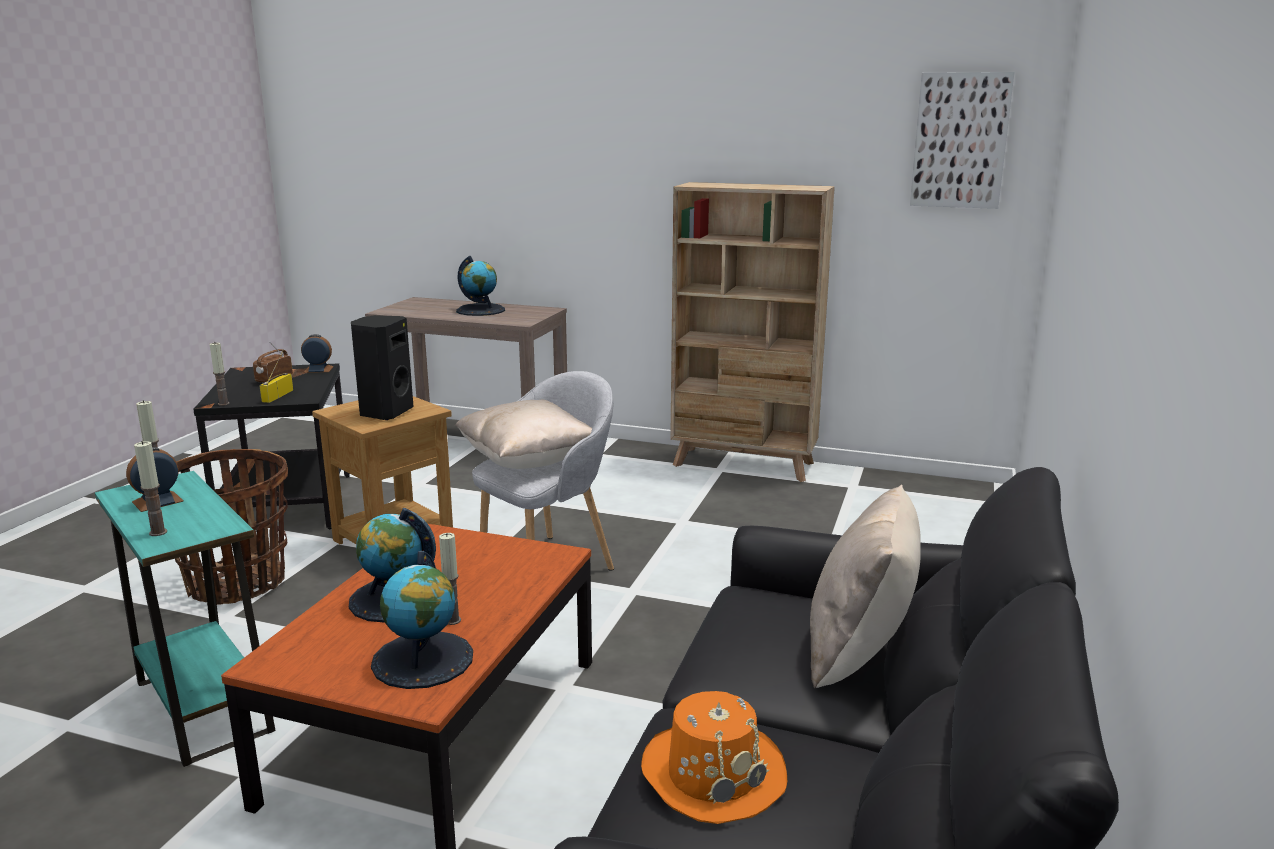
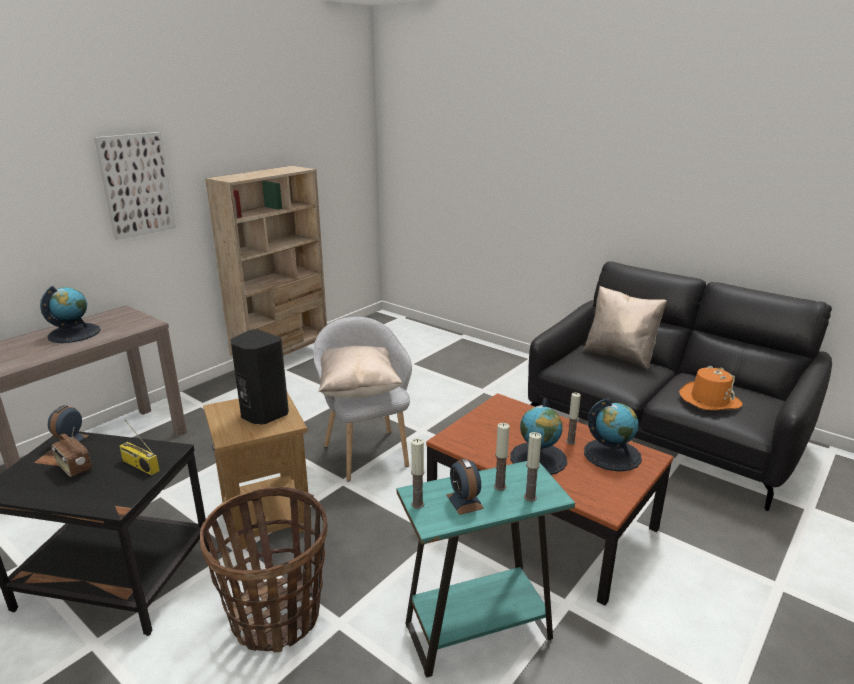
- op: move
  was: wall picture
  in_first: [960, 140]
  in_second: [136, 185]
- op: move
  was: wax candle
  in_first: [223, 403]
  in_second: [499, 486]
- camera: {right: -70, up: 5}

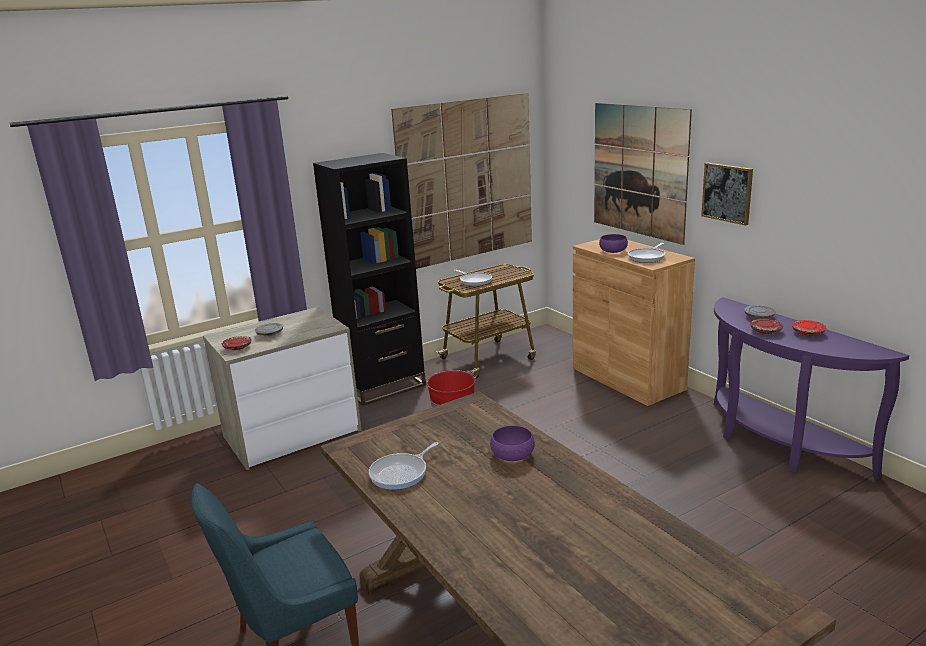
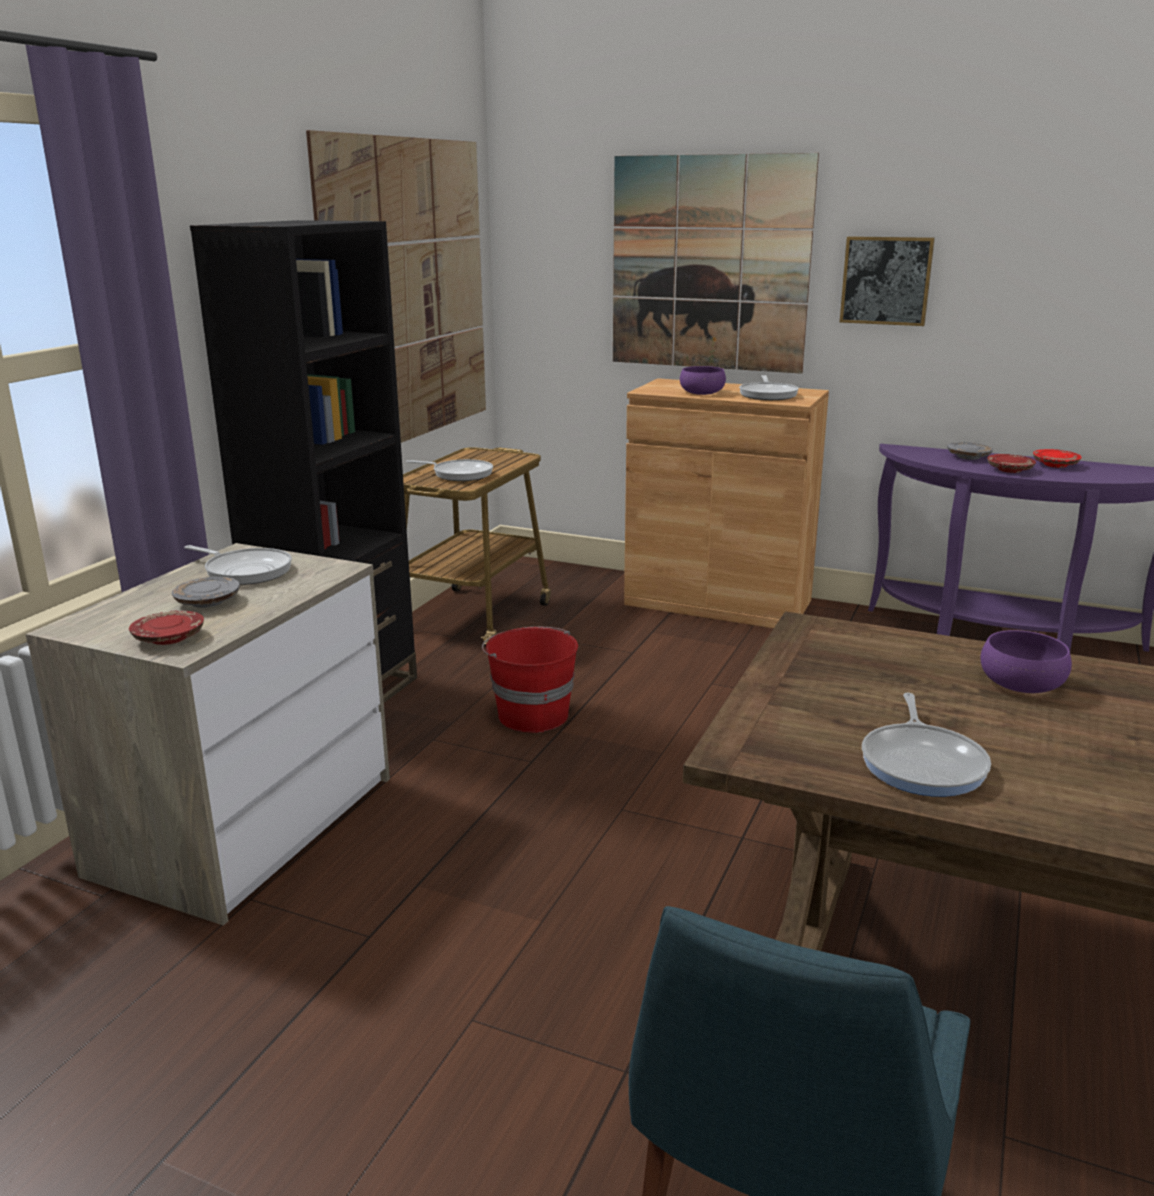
- op: insert
  now: skillet
  in_second: [245, 571]
- camera: {right: -35, up: 0}

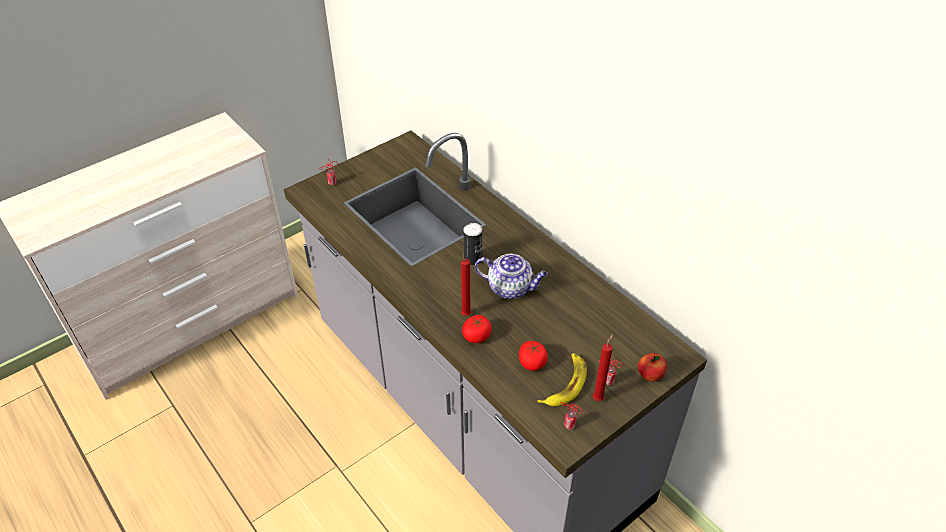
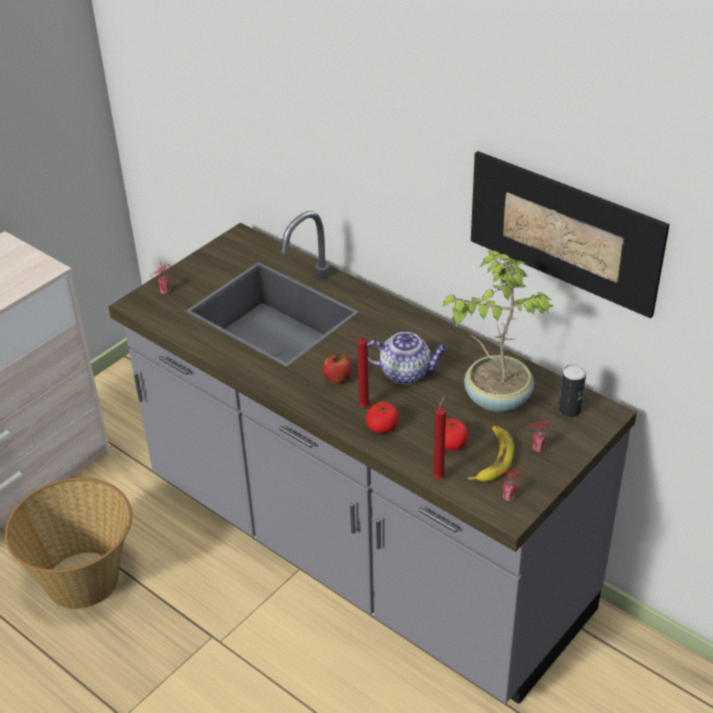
- op: move
  was: metal can
  in_first: [473, 259]
  in_second: [569, 410]
- op: move
  was: reddish wax candle
  in_first: [598, 398]
  in_second: [439, 477]
- op: move
  was: apple fruit
  in_first: [649, 375]
  in_second: [337, 379]
- op: insert
  now: wall picture
  in_second: [564, 232]
- op: insert
  now: houseplant
  in_second: [496, 398]
- op: insert
  now: storage basket
  in_second: [84, 579]
- camera: {right: -10, up: -5}

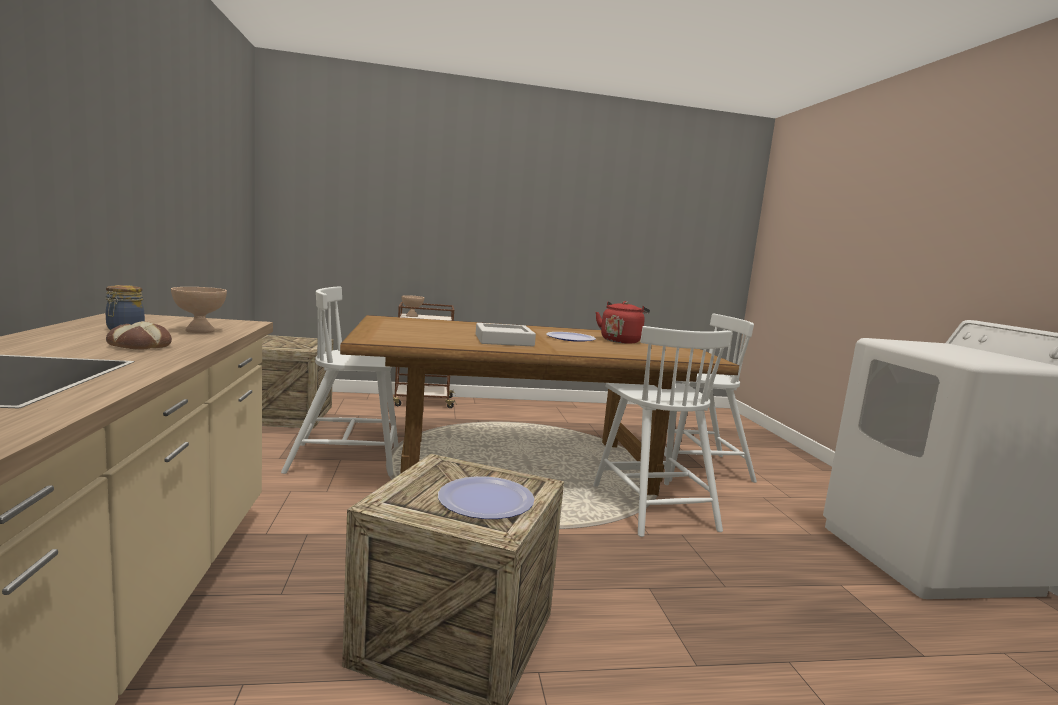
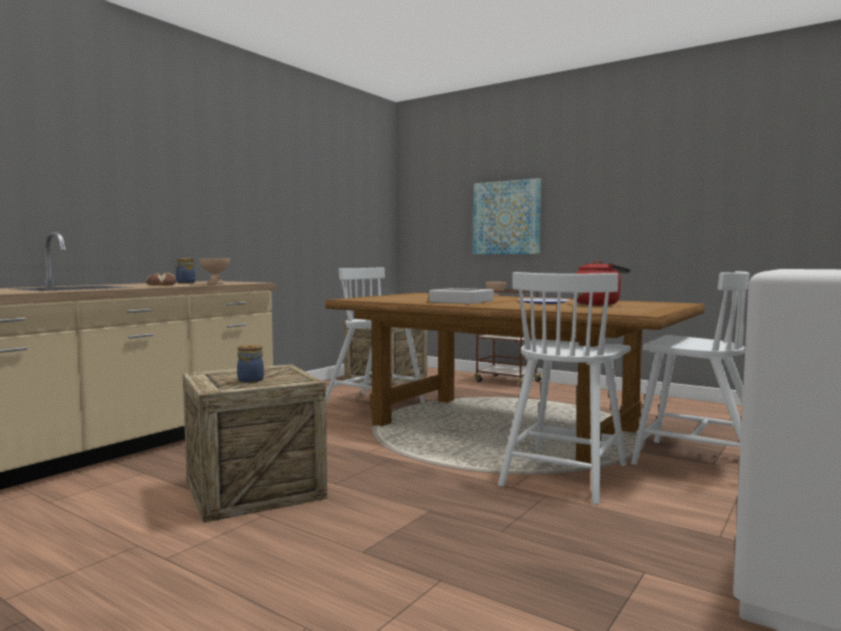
- op: replace
  was: dinner plate
  now: preserve jar
  in_first: [485, 500]
  in_second: [251, 380]
- op: insert
  now: wall picture
  in_second: [507, 217]
- camera: {right: 45, up: -5}

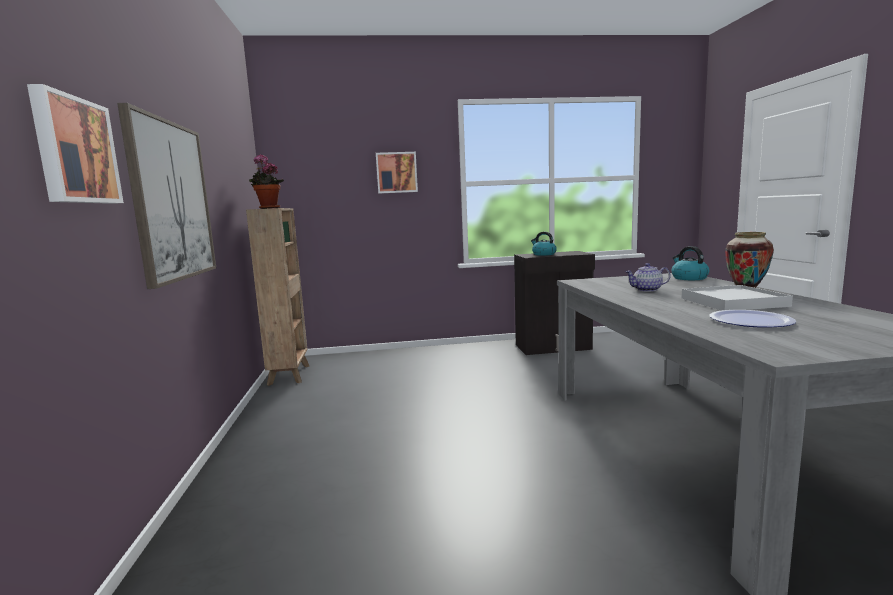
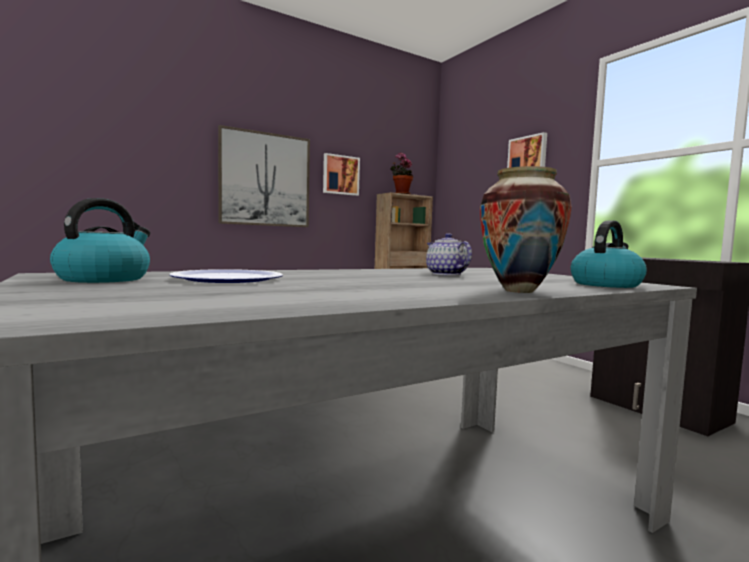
- op: move
  was: wall picture
  in_first: [74, 151]
  in_second: [340, 175]
- op: move
  was: water kettle
  in_first: [543, 254]
  in_second: [104, 279]
- op: delete
  was: white-coloured tray
  in_first: [733, 302]
- camera: {right: 65, up: -5}

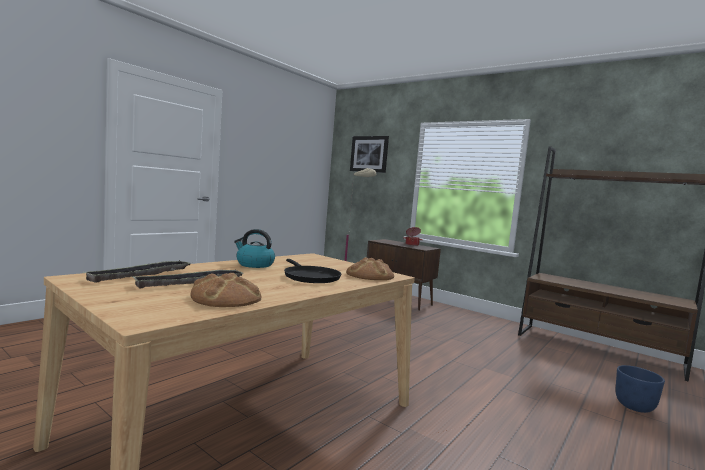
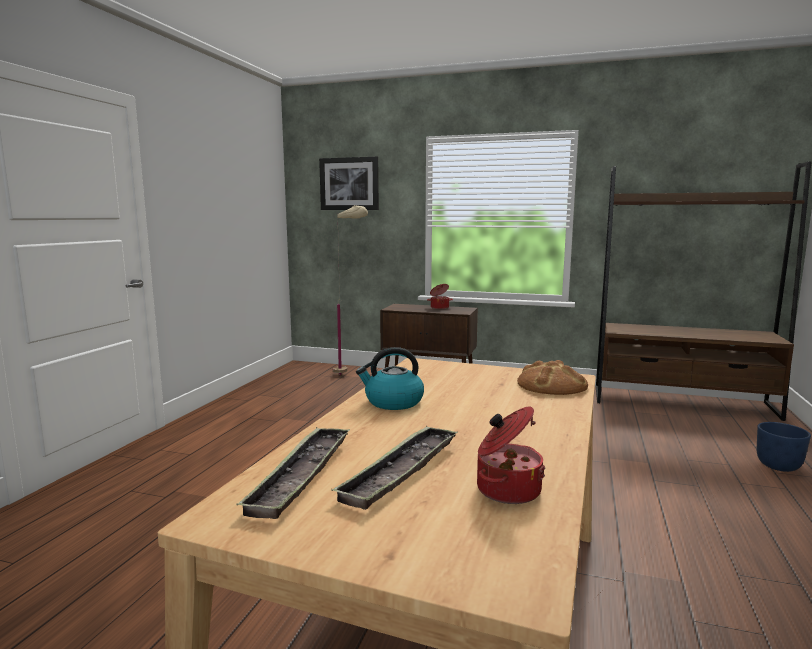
- op: delete
  was: blackish skillet
  in_first: [310, 277]
- op: replace
  was: bakery bread
  now: saucepot
  in_first: [225, 298]
  in_second: [506, 489]
- camera: {right: -20, up: 5}

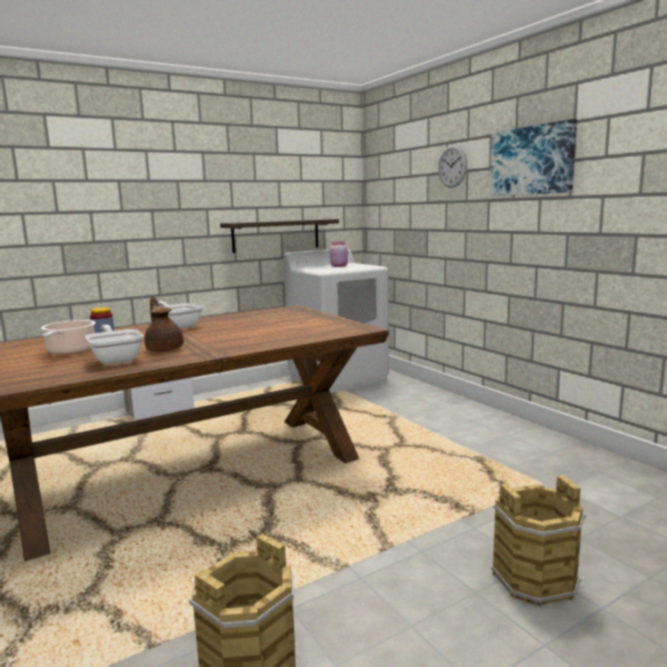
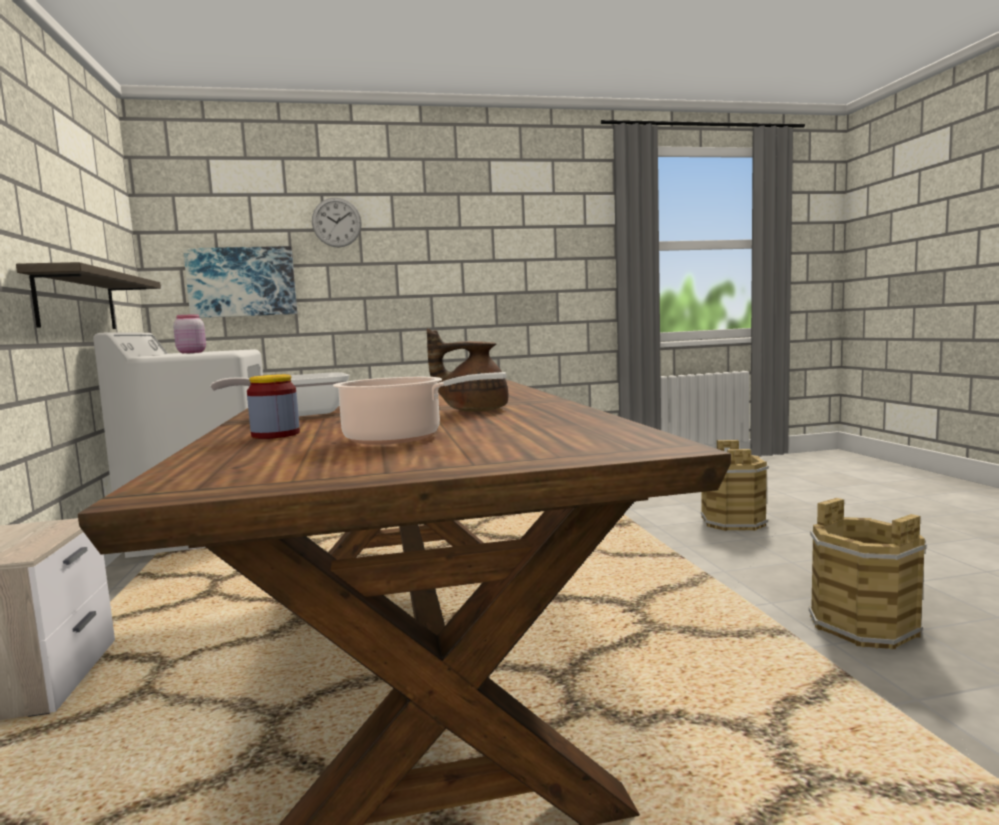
- op: move
  was: wall picture
  in_first: [532, 160]
  in_second: [242, 282]
- op: delete
  was: skillet
  in_first: [116, 359]
- camera: {right: -70, up: -5}

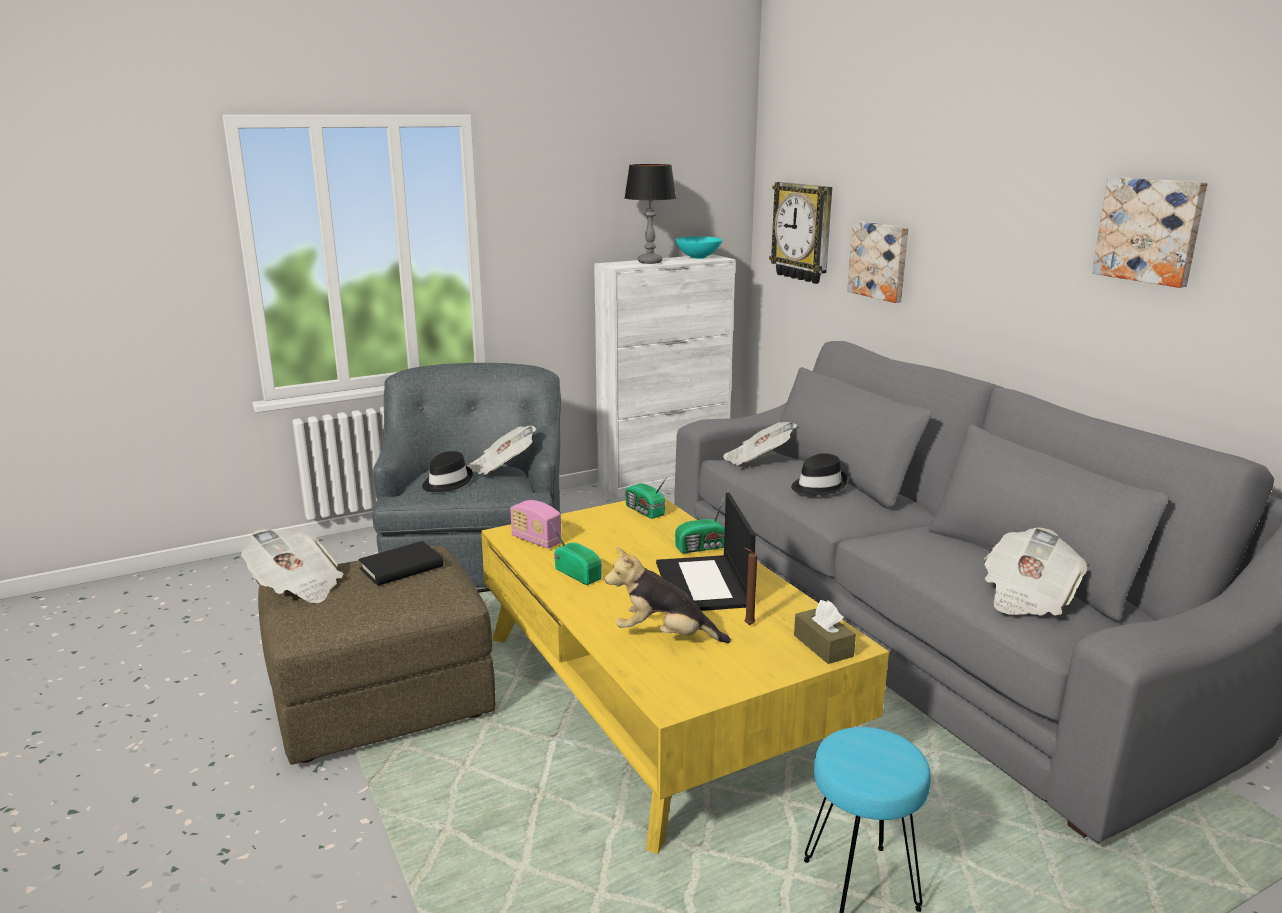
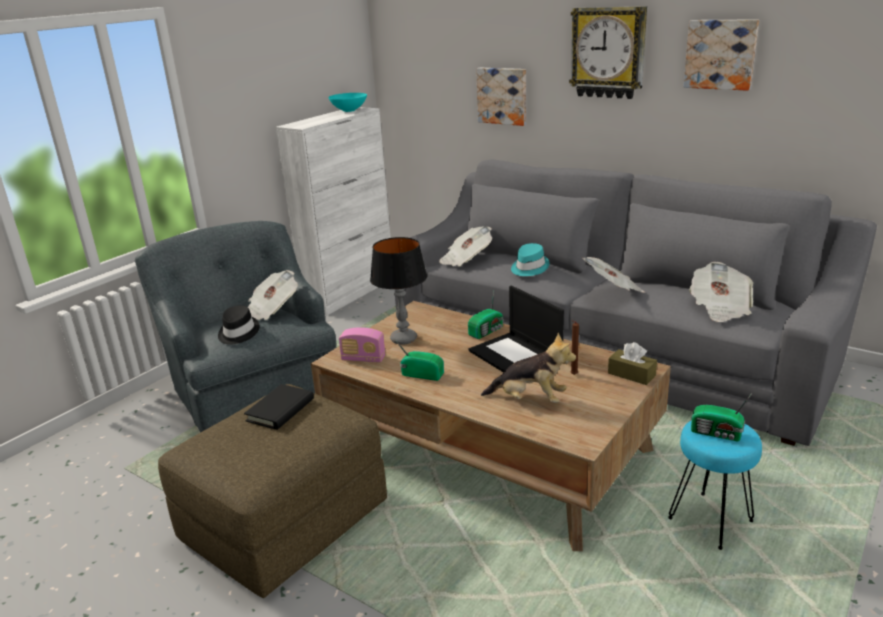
- op: move
  was: table lamp
  in_first: [649, 262]
  in_second: [403, 339]
- op: move
  was: hanging clock
  in_first: [803, 232]
  in_second: [608, 53]
- op: recolor
  was: blackish clothing hat
  now: blue-green clothing hat
  in_first: [818, 485]
  in_second: [529, 268]
- op: move
  was: radio receiver
  in_first: [645, 511]
  in_second: [717, 433]
- op: recolor
  was: yellow-coloured lounge table
  now: brown-coloured lounge table
  in_first: [658, 698]
  in_second: [488, 449]
- op: move
  was: daily paper
  in_first: [297, 587]
  in_second: [613, 290]
- op: rotate
  was: cuddly toy
  in_first: [664, 636]
  in_second: [529, 399]
  clockwise: -150
- camera: {right: -25, up: 5}

